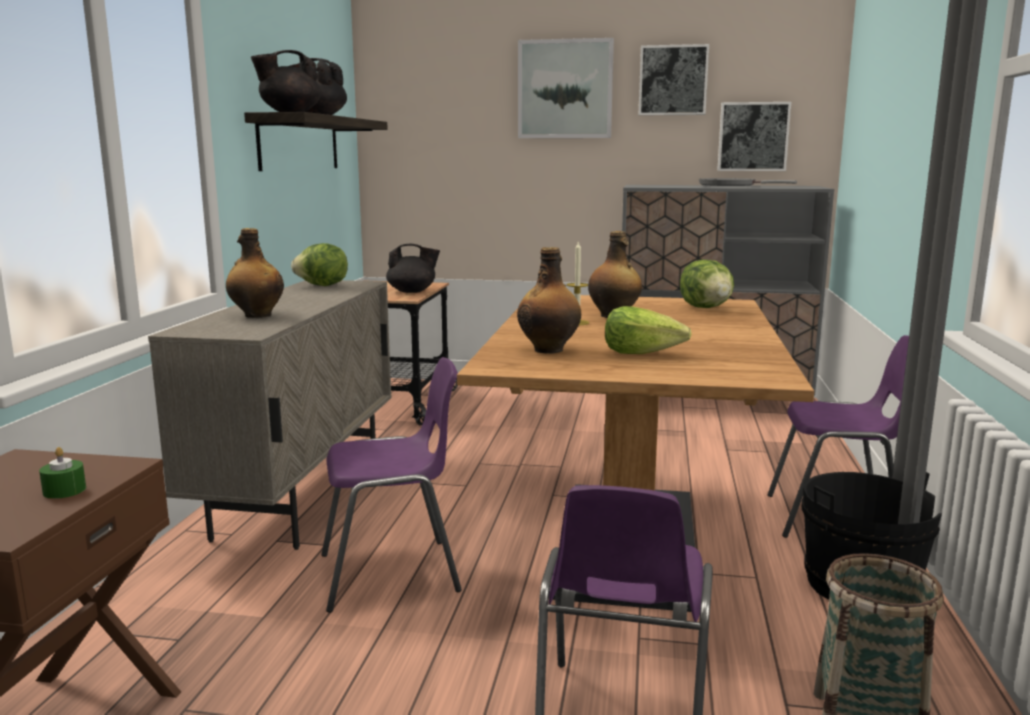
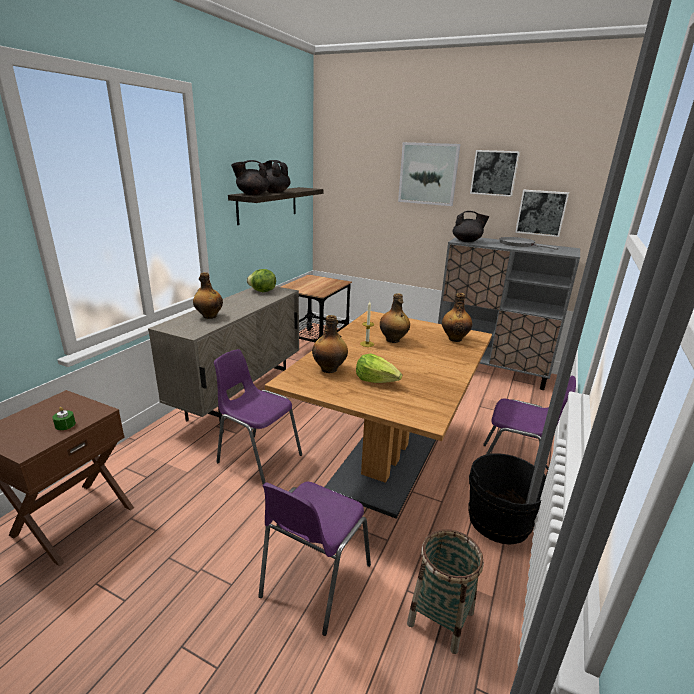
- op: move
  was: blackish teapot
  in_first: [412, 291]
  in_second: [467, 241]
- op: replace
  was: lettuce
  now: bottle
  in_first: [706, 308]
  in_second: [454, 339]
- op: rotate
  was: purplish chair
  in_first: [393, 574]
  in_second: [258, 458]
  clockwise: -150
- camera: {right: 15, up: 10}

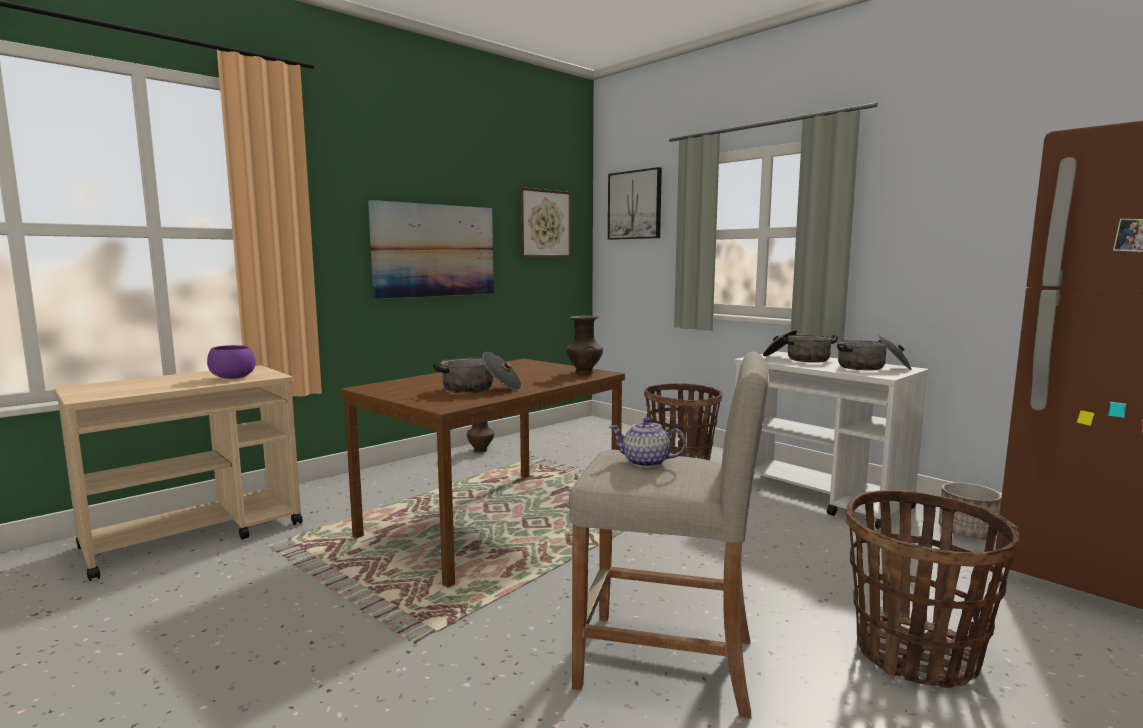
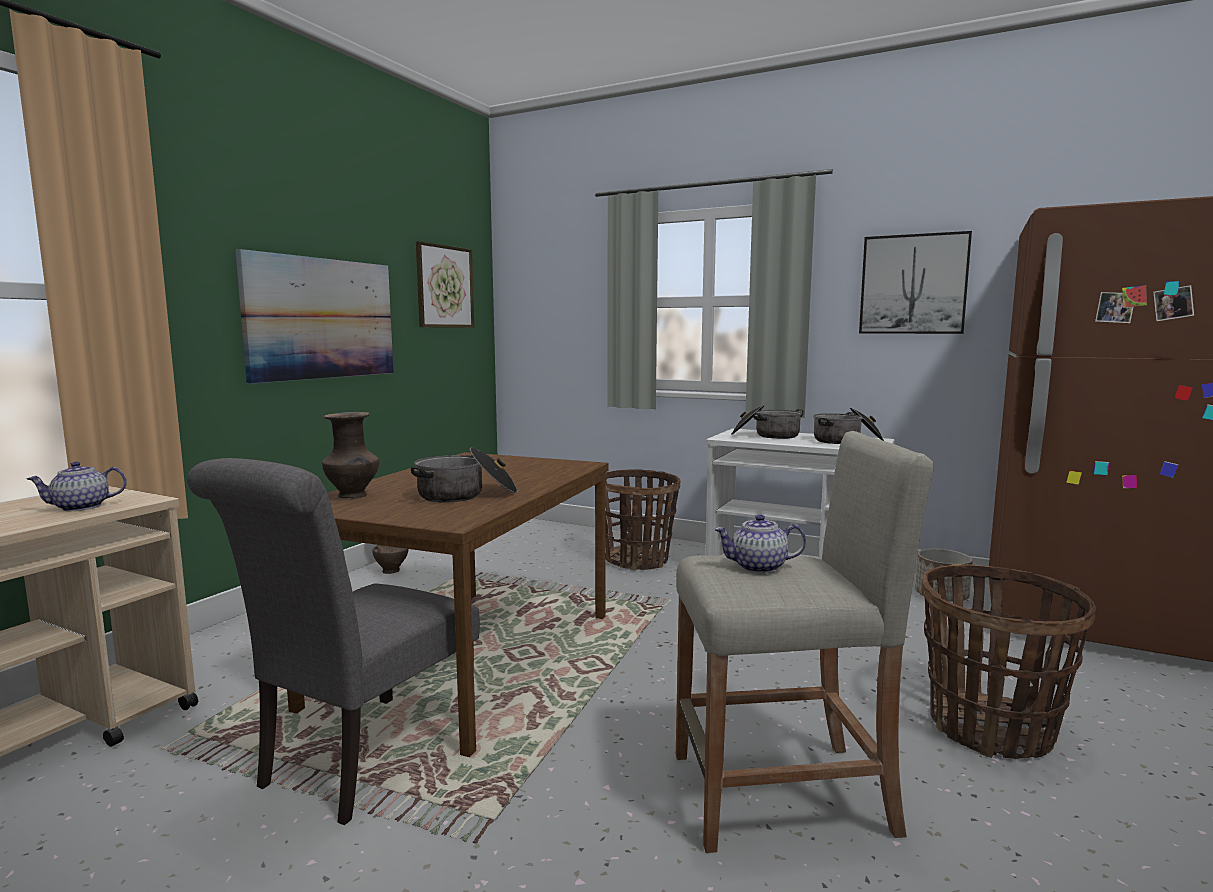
- op: move
  was: wall picture
  in_first: [635, 205]
  in_second: [913, 284]
- op: move
  was: brown-coloured vase
  in_first: [584, 372]
  in_second: [353, 496]
- op: replace
  was: purplish serving bowl
  now: teapot
  in_first: [233, 377]
  in_second: [80, 507]
- op: insert
  now: gray chair
  in_second: [359, 761]
- camera: {right: -20, up: 0}

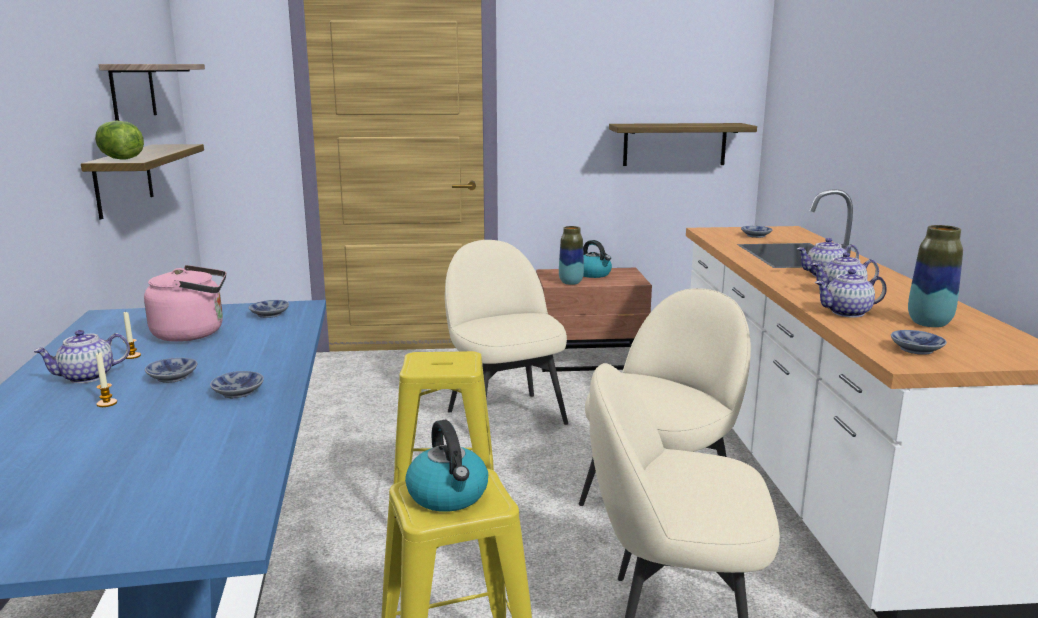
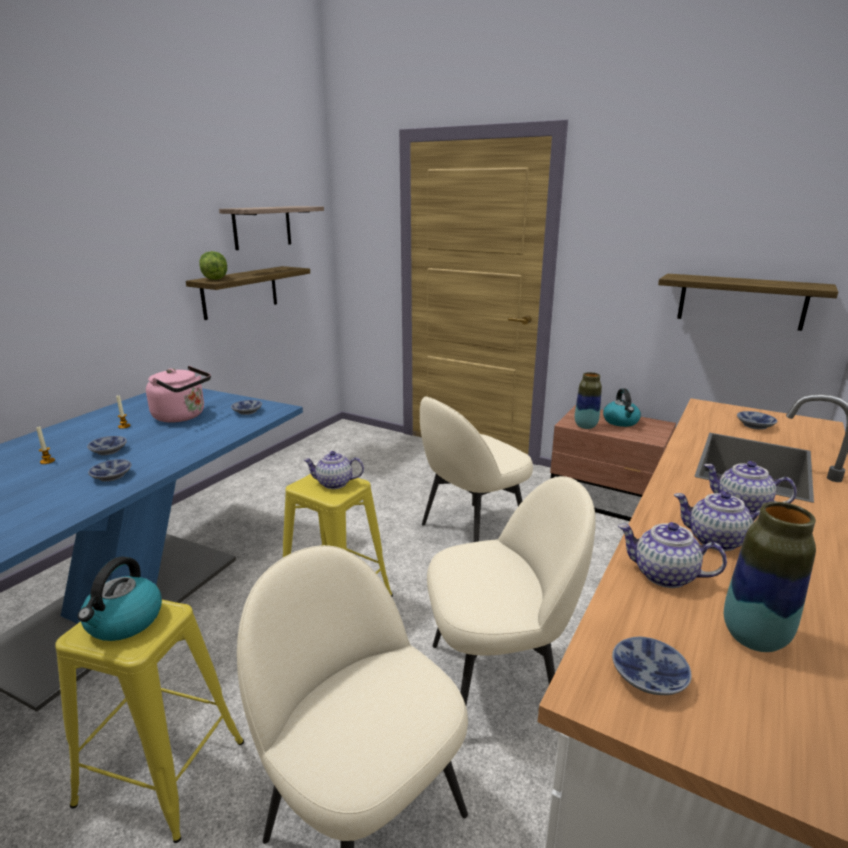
- op: rotate
  was: beige-coloured chair
  in_first: [505, 416]
  in_second: [471, 533]
  clockwise: -135
- op: move
  was: teapot
  in_first: [87, 377]
  in_second: [334, 483]
- camera: {right: 35, up: 5}

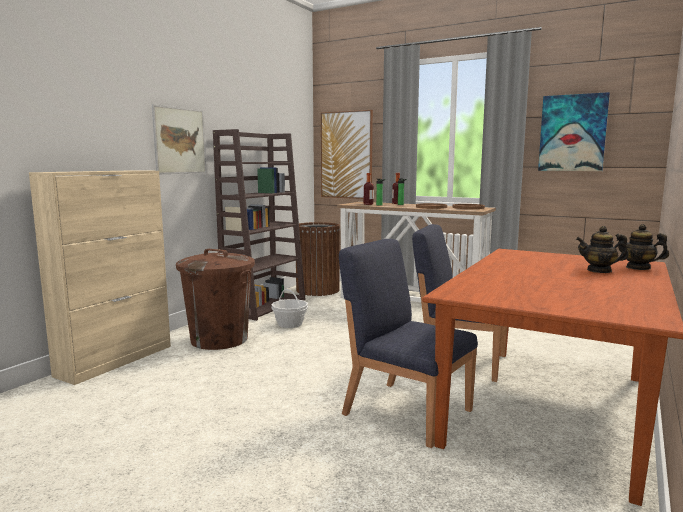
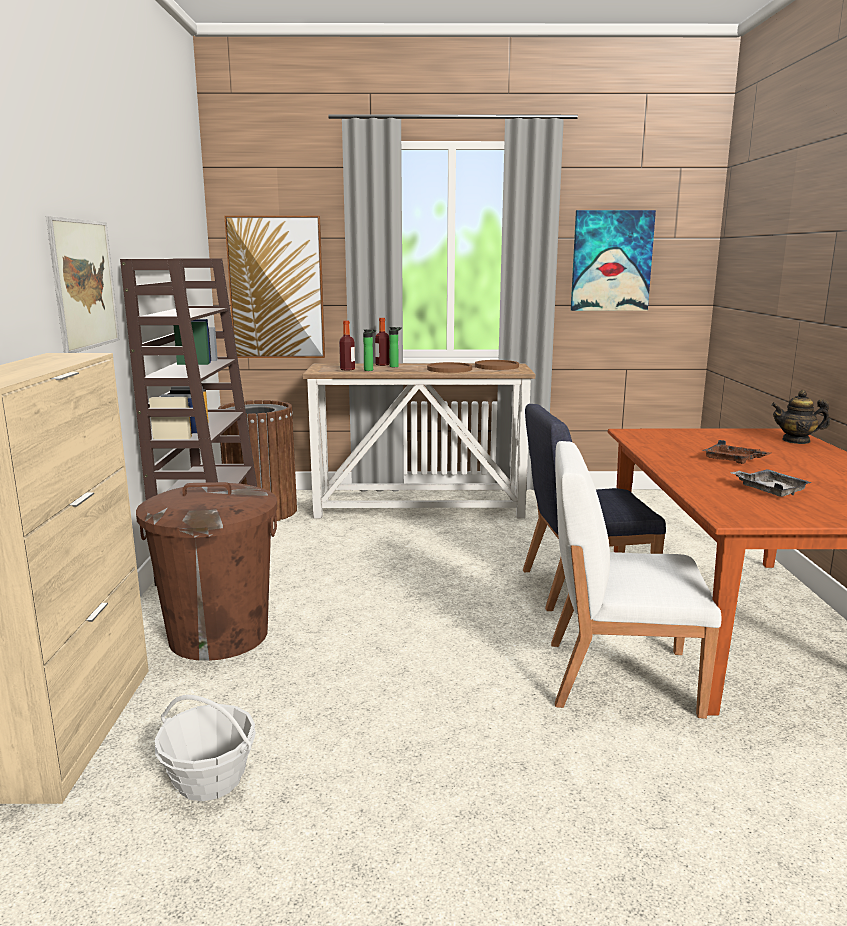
- op: delete
  was: teapot
  in_first: [599, 270]
- op: recolor
  was: blue chair
  now: white-coloured chair
  in_first: [406, 411]
  in_second: [619, 676]
- op: move
  was: storage basket
  in_first: [290, 324]
  in_second: [209, 779]
- op: insert
  now: brown-coloured tray
  in_second: [733, 461]
- op: insert
  now: gray tray
  in_second: [769, 490]
- camera: {right: -30, up: 5}

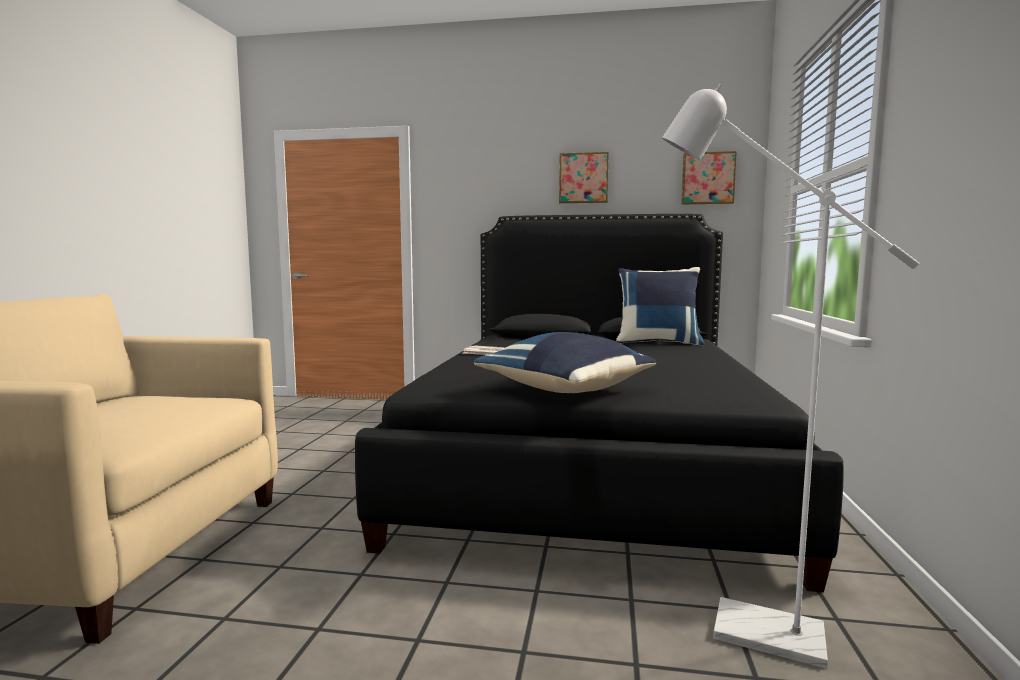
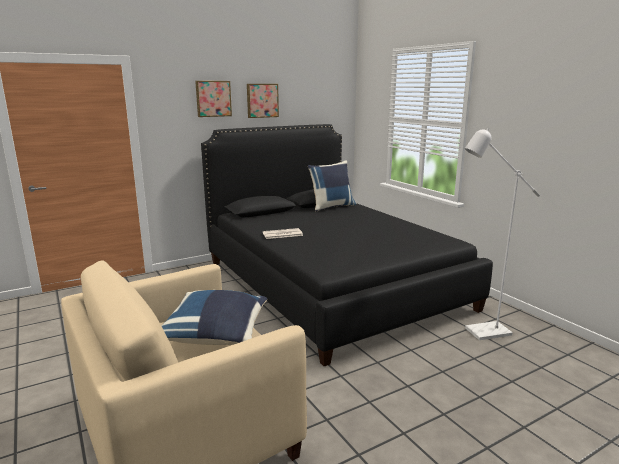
- op: move
  was: wall picture
  in_first: [708, 178]
  in_second: [213, 98]
- op: move
  was: blue pillow
  in_first: [566, 391]
  in_second: [216, 335]
- camera: {right: -40, up: 10}

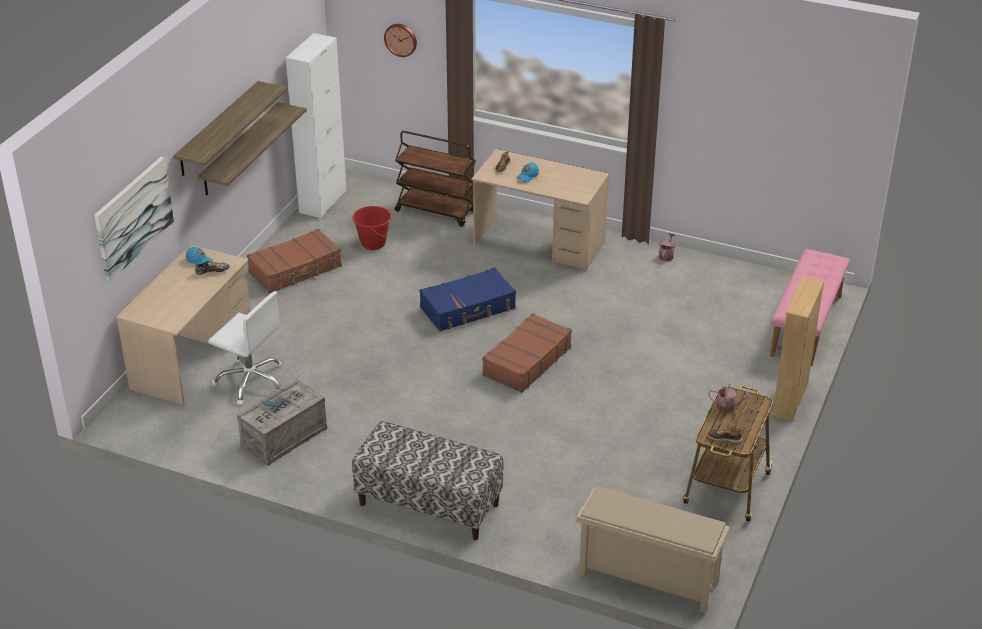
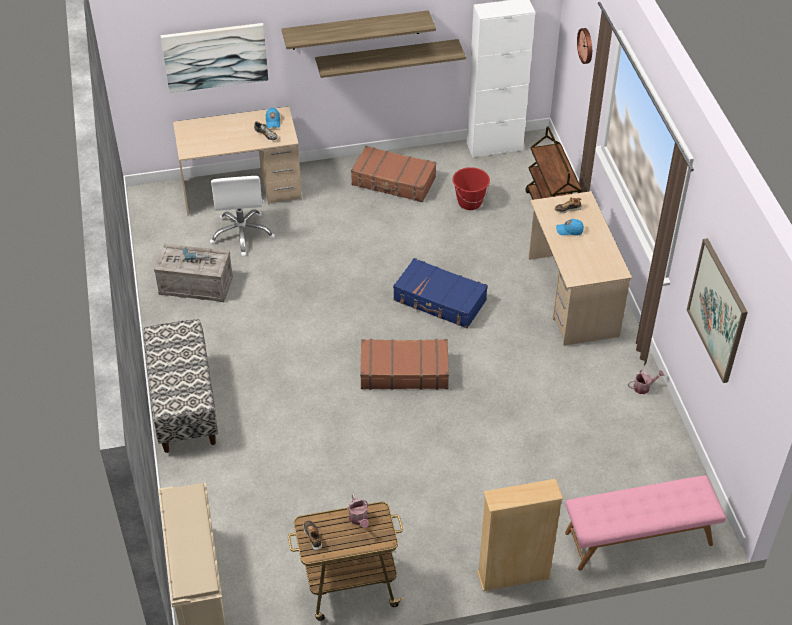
- op: insert
  now: wall picture
  in_second: [717, 310]
- camera: {right: 55, up: 10}

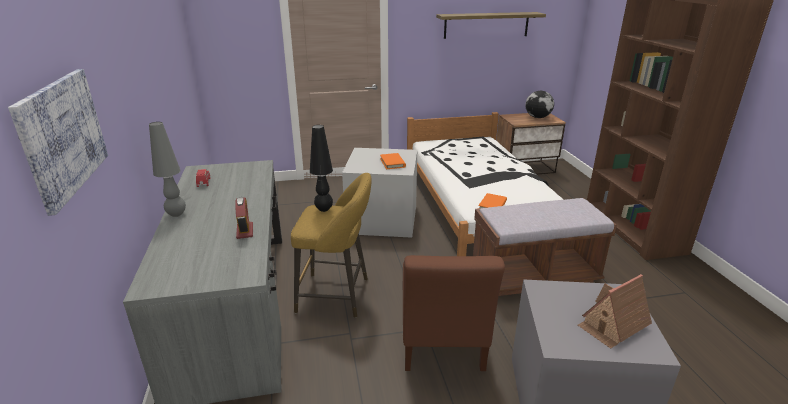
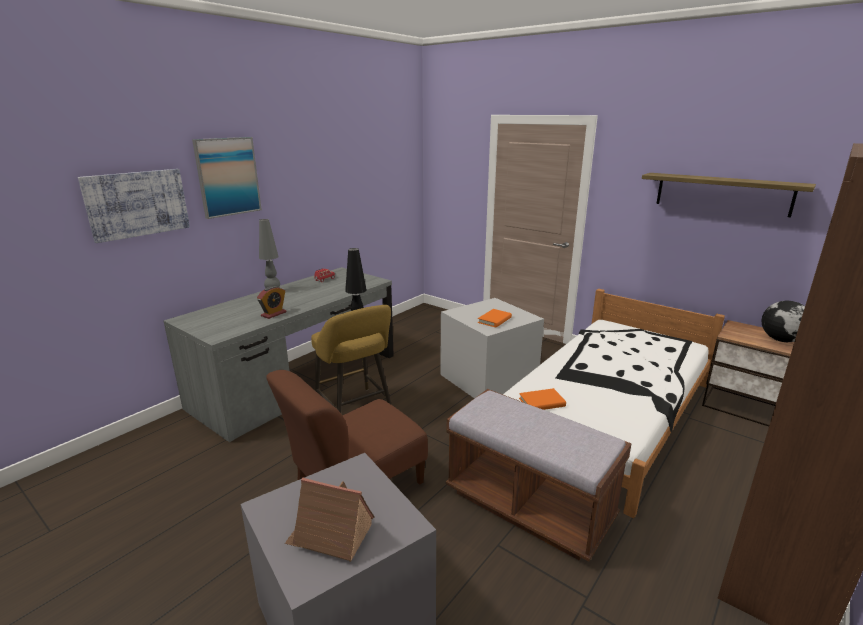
- op: insert
  now: wall picture
  in_second: [227, 177]
- camera: {right: 50, up: -5}

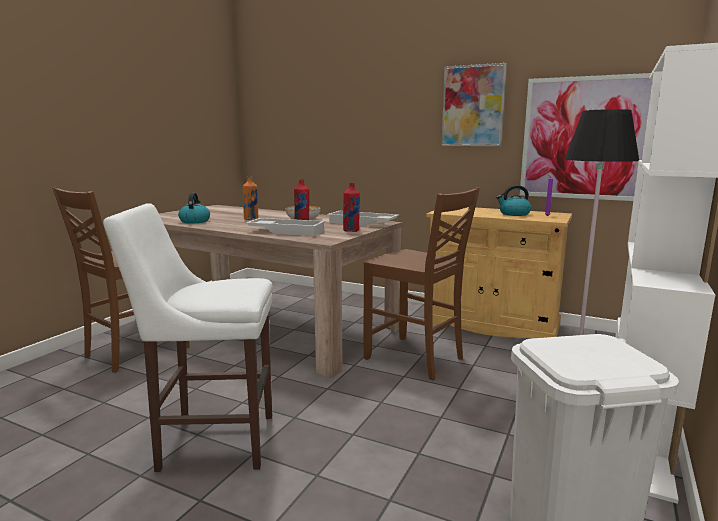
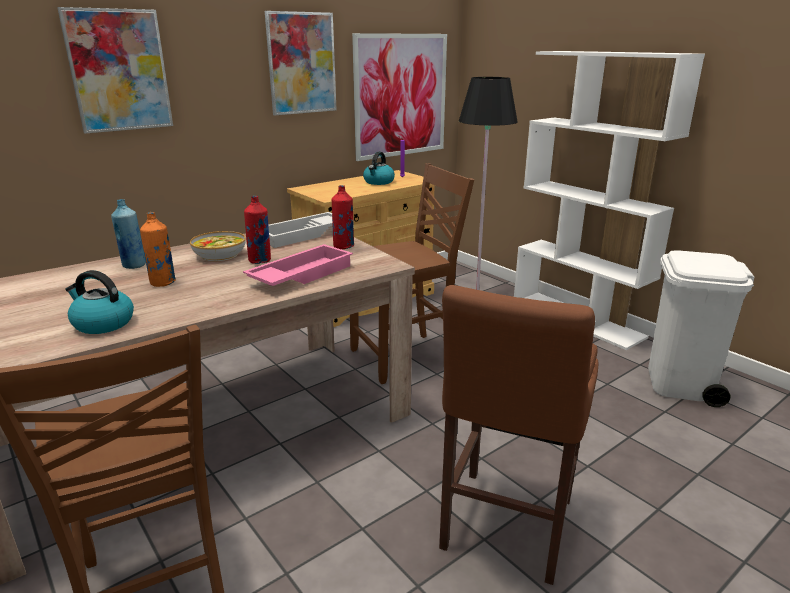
- op: recolor
  was: white-coloured stool
  now: brown-coloured stool
  in_first: [211, 441]
  in_second: [504, 528]
- op: recolor
  was: white-coloured tray
  now: pinkish tray
  in_first: [287, 231]
  in_second: [300, 274]
- op: insert
  now: wall picture
  in_second: [119, 71]
- op: insert
  now: blue bottle
  in_second: [134, 265]
- camera: {right: -65, up: 10}

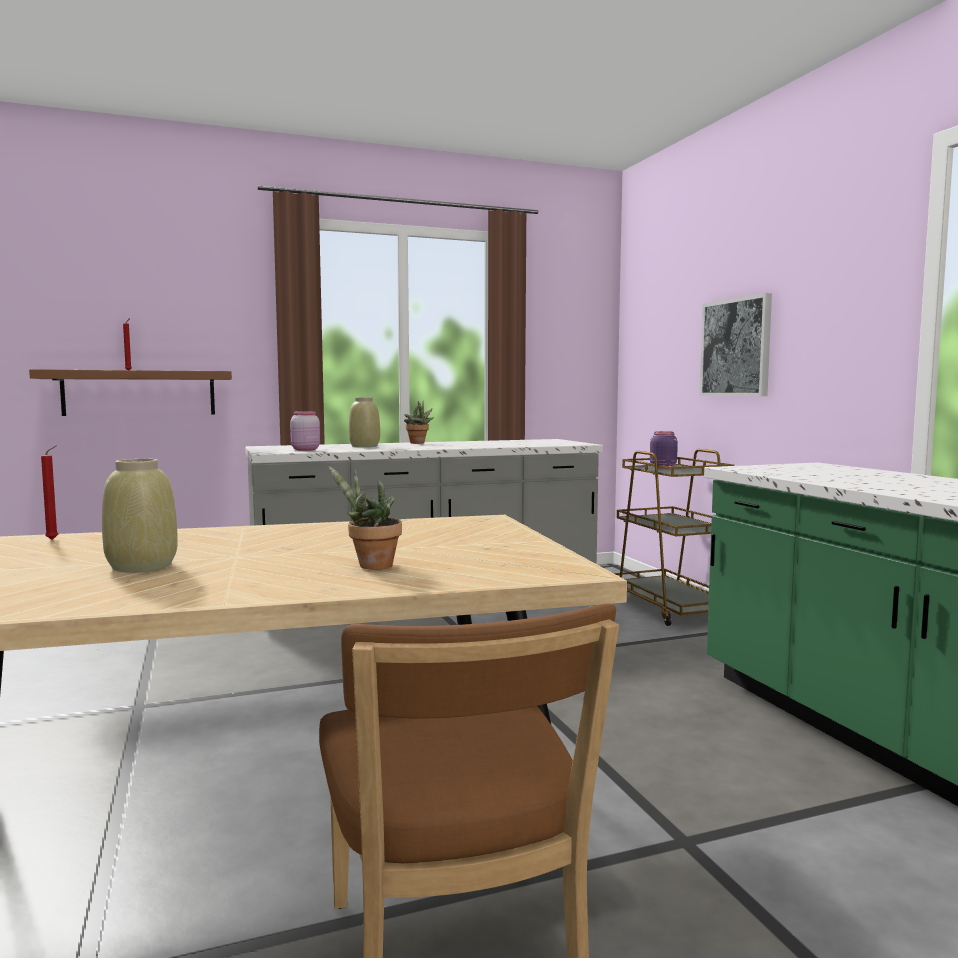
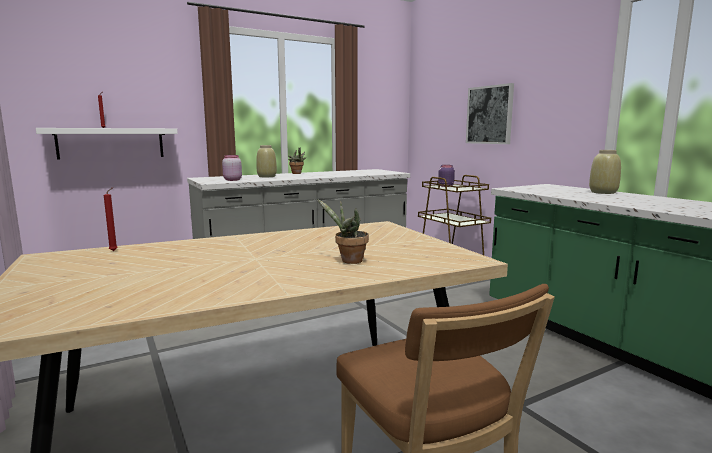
- op: recolor
  was: brown-coloured shelf
  now: white-coloured shelf
  in_first: [139, 393]
  in_second: [111, 143]
- op: move
  was: beige-coloured vase
  in_first: [143, 566]
  in_second: [603, 192]
- camera: {right: -10, up: 5}

